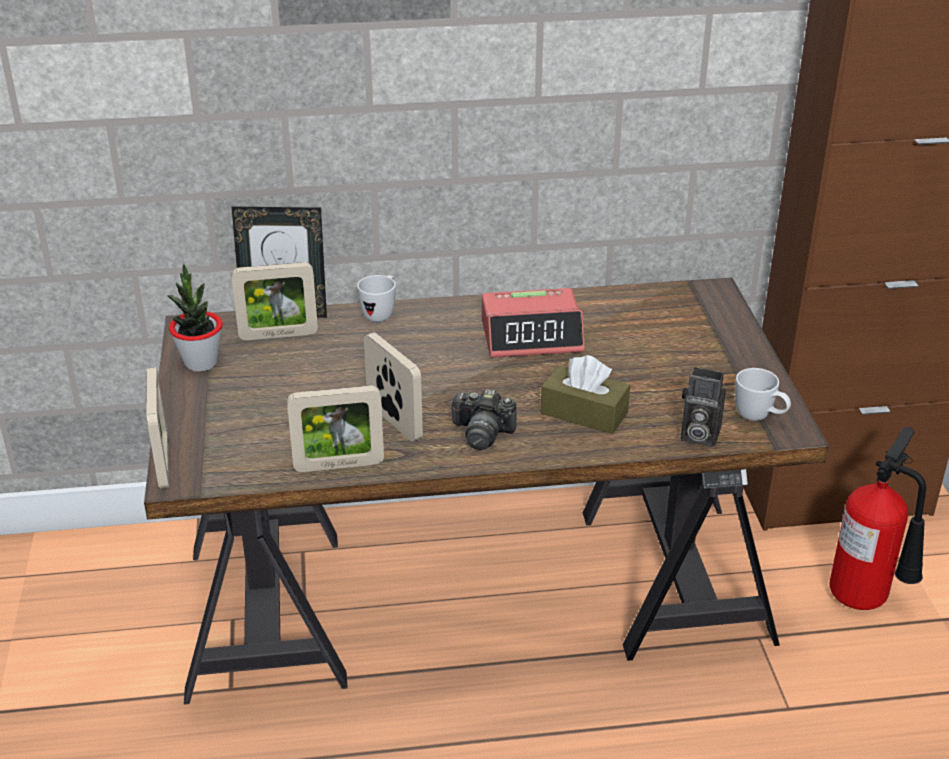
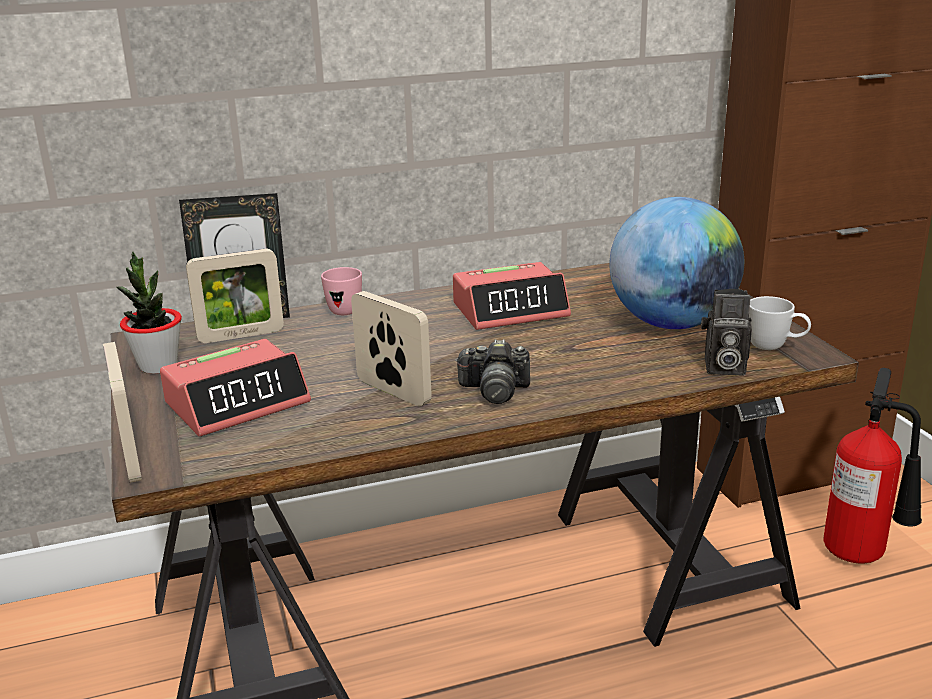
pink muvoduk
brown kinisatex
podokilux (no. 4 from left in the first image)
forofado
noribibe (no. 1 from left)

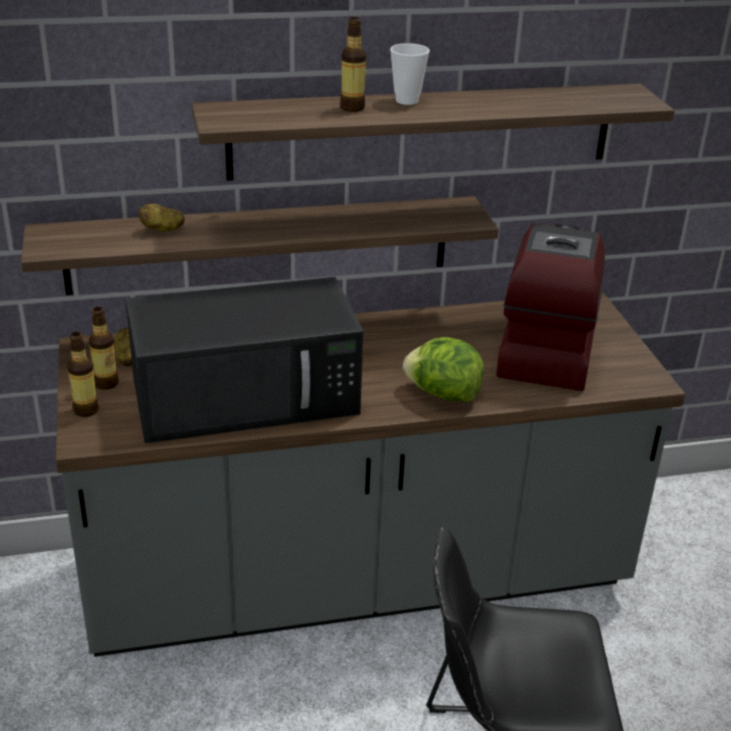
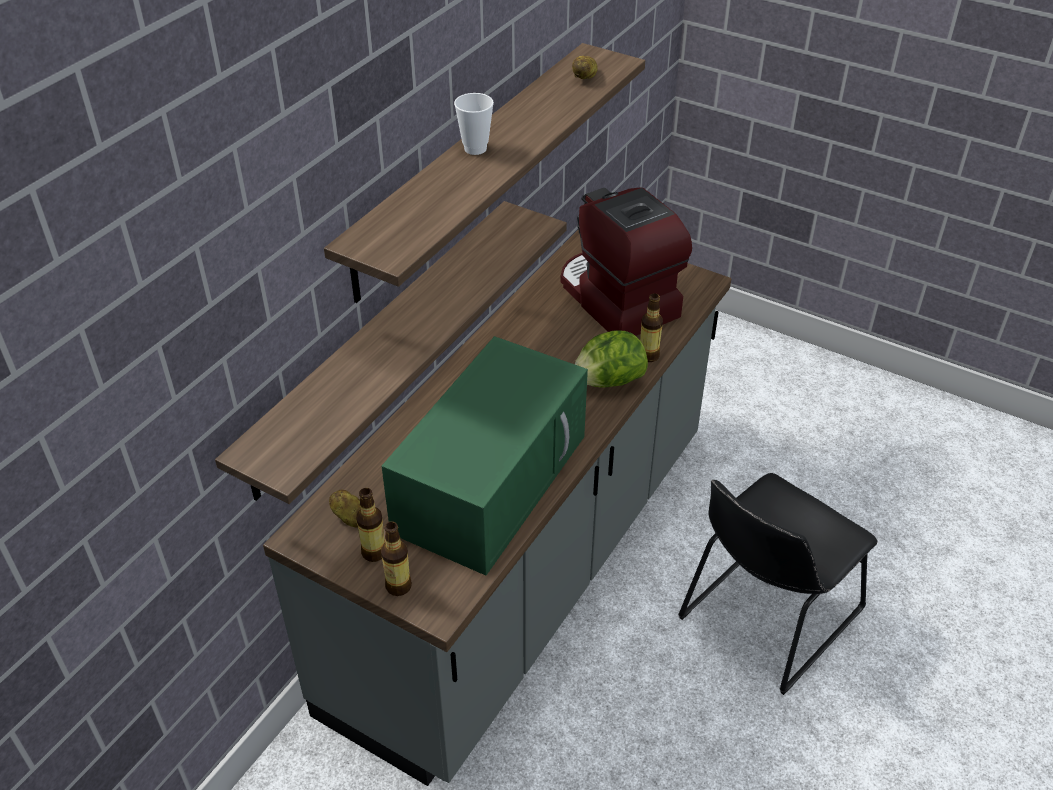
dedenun (no. 3 from left)
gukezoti (no. 2 from left)
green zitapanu

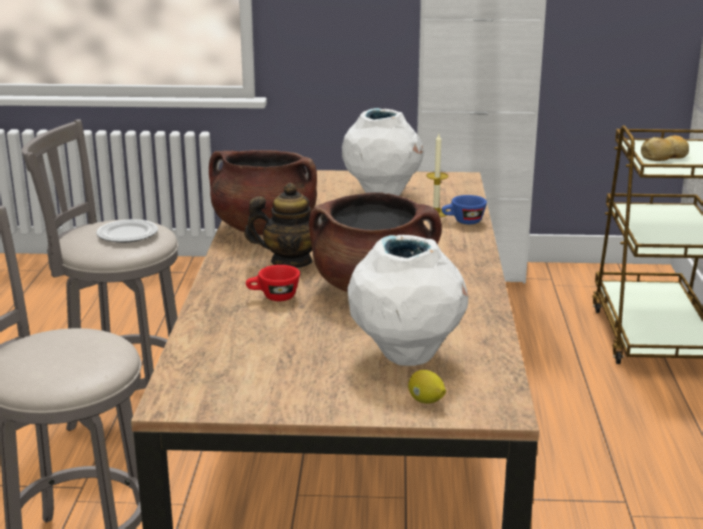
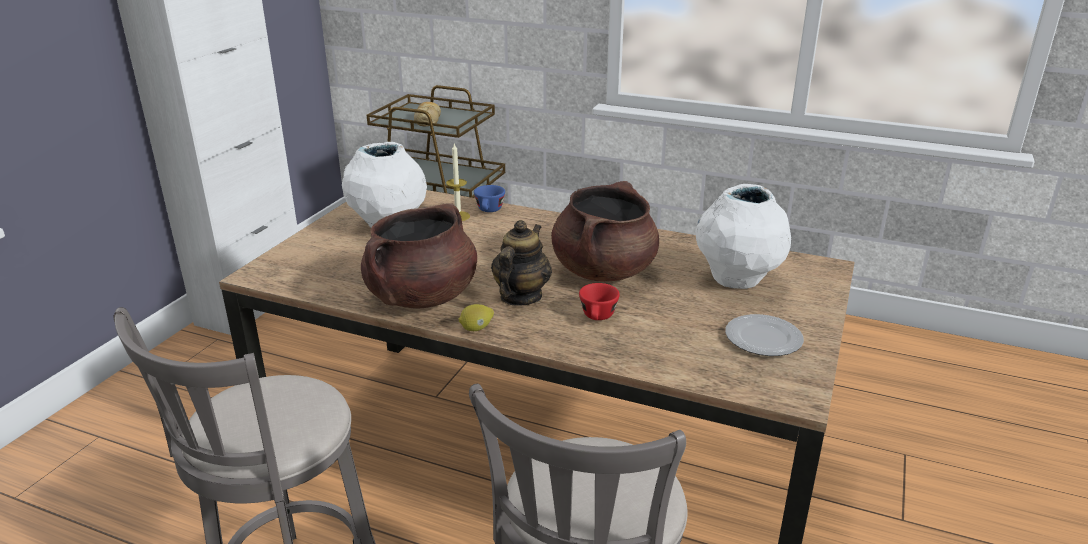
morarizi
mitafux

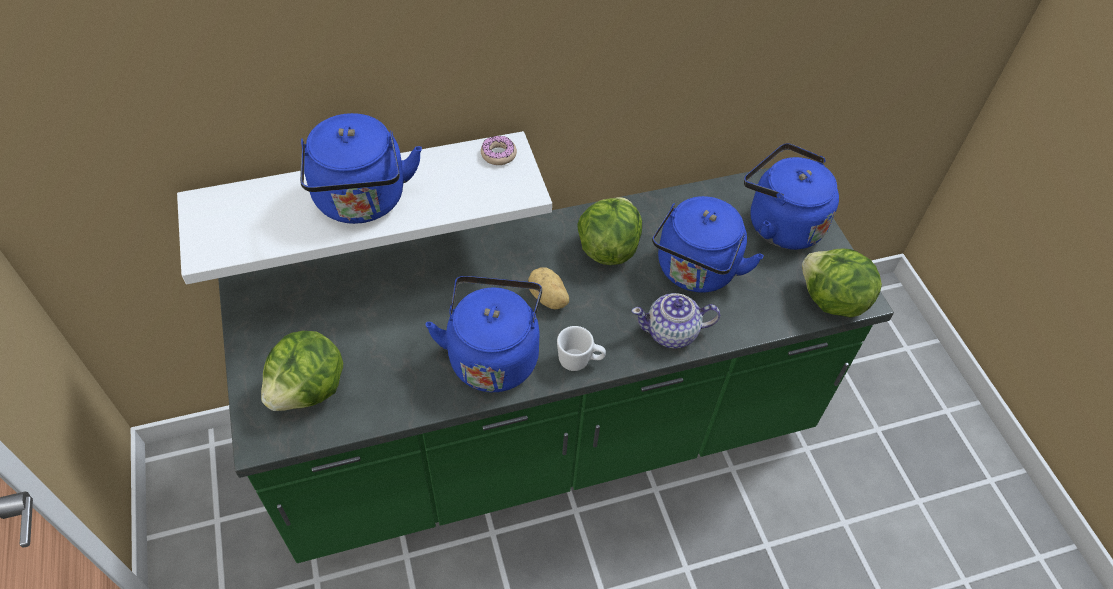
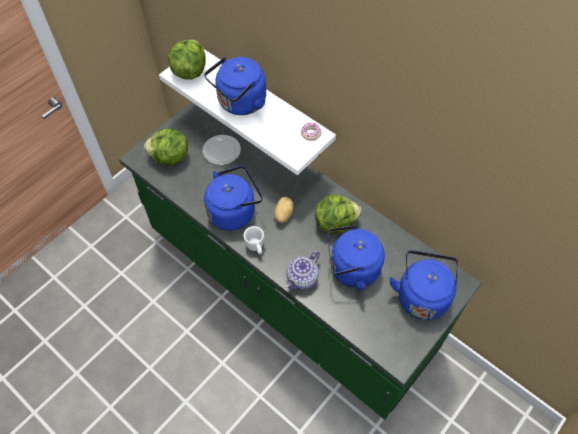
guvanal (no. 2 from left)
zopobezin
morarizi

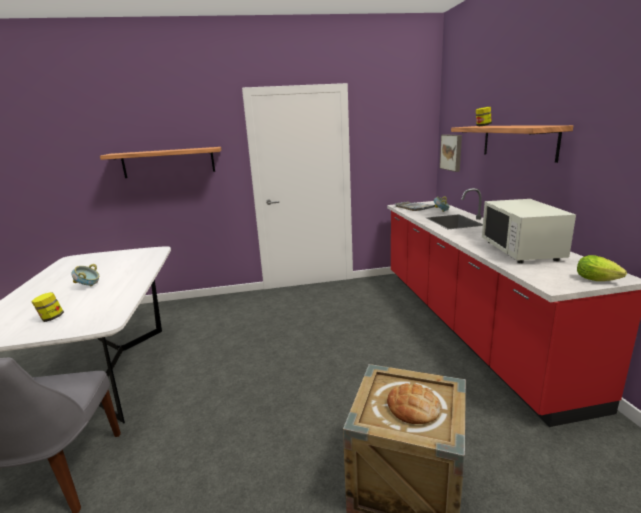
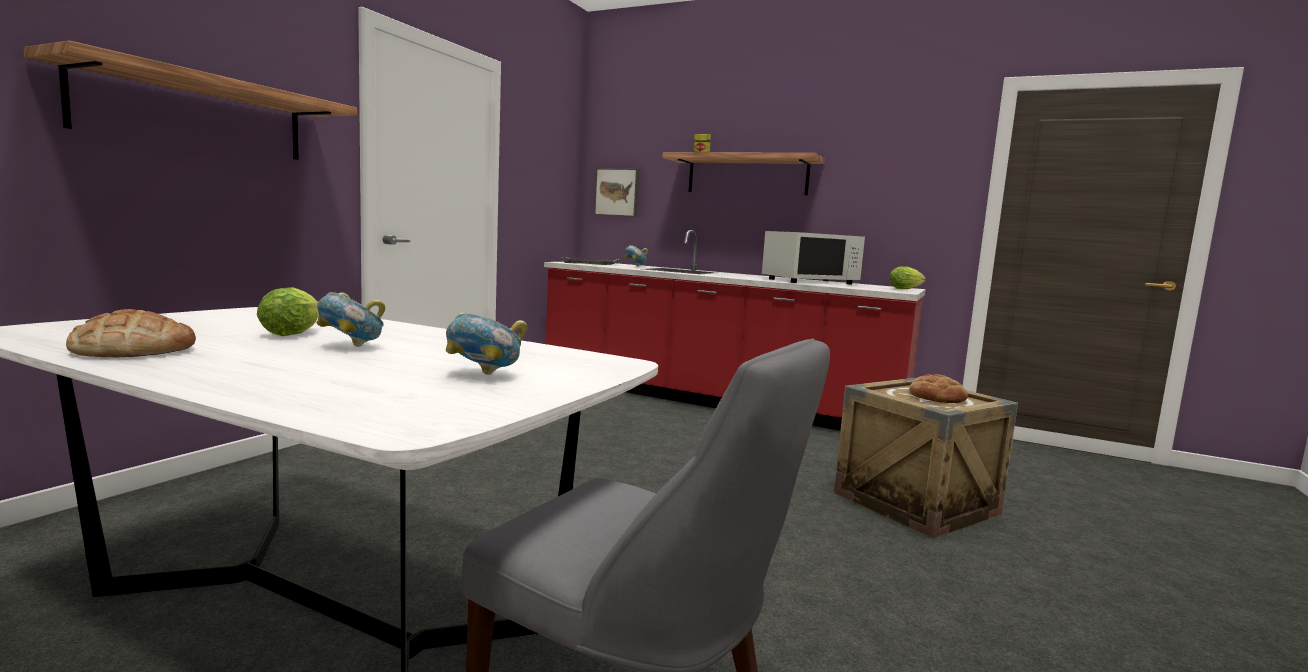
white zitapanu
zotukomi (no. 2 from left)
guvanal (no. 1 from left)
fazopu (no. 1 from left)

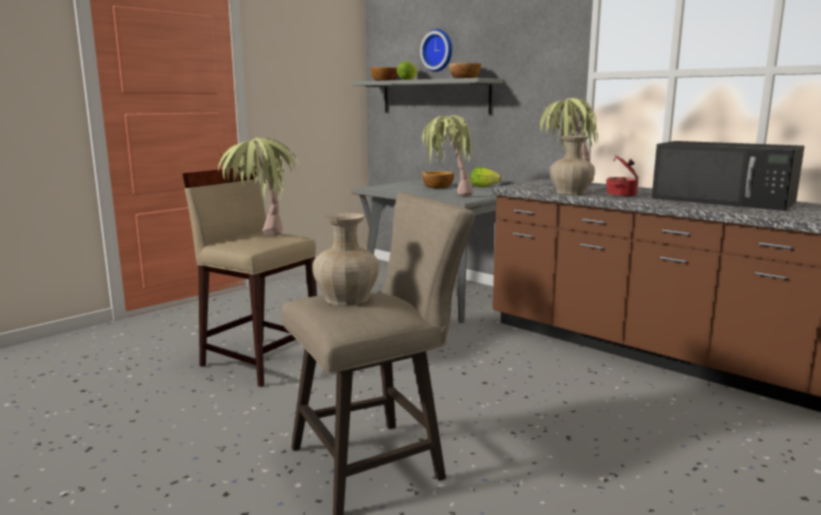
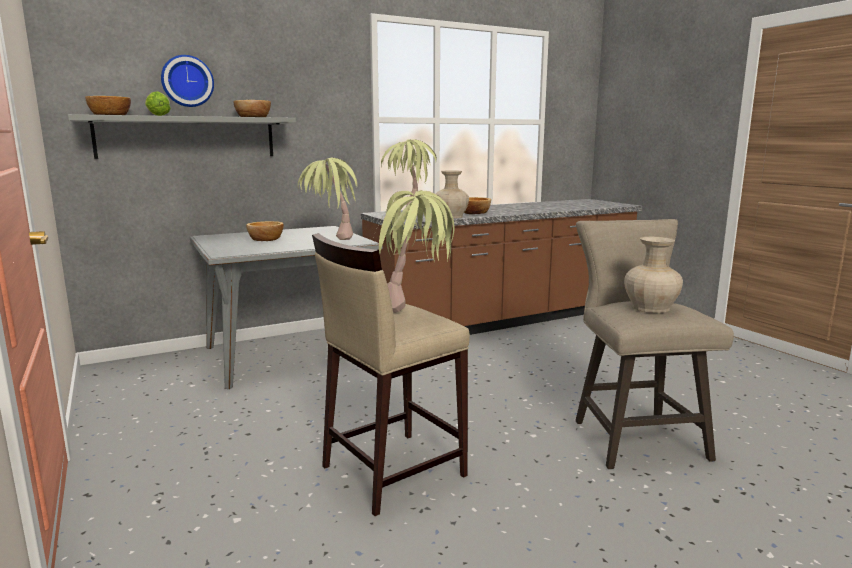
black zitapanu
zotukomi (no. 4 from left)
guvanal (no. 2 from left in the first image)

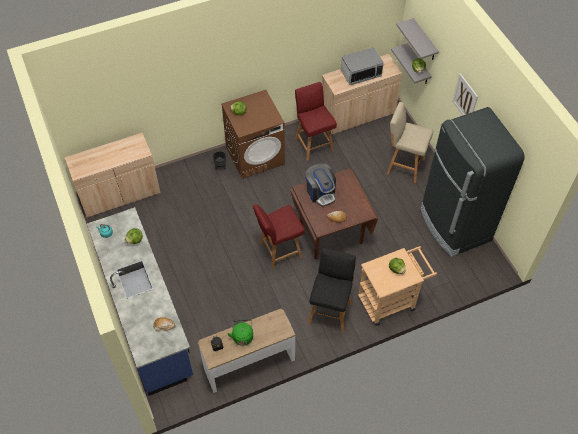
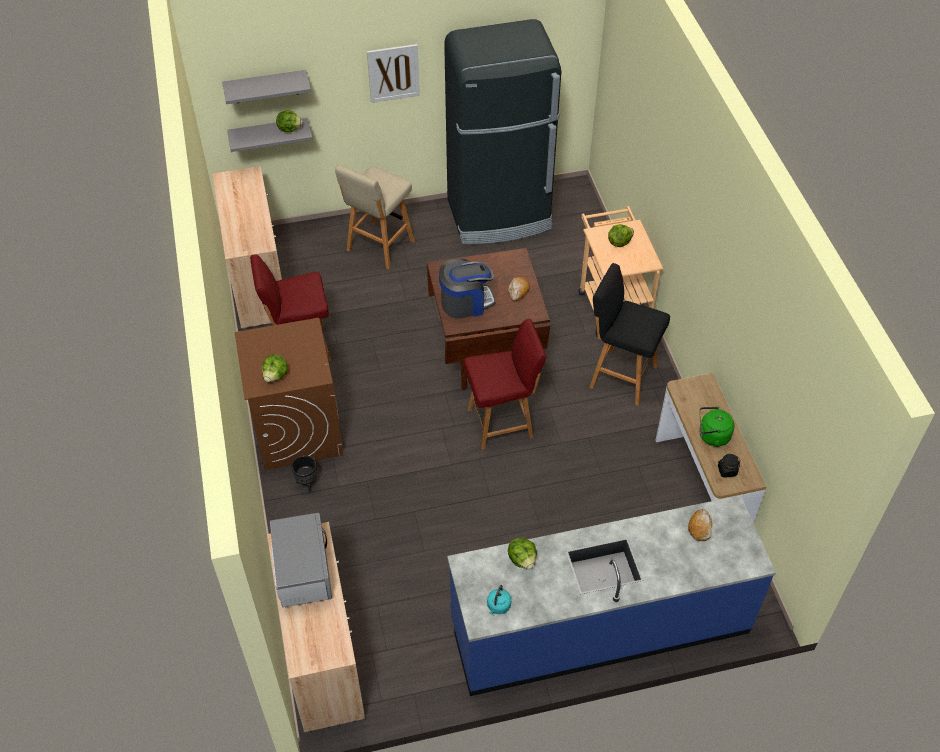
zitapanu
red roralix (no. 2 from left)

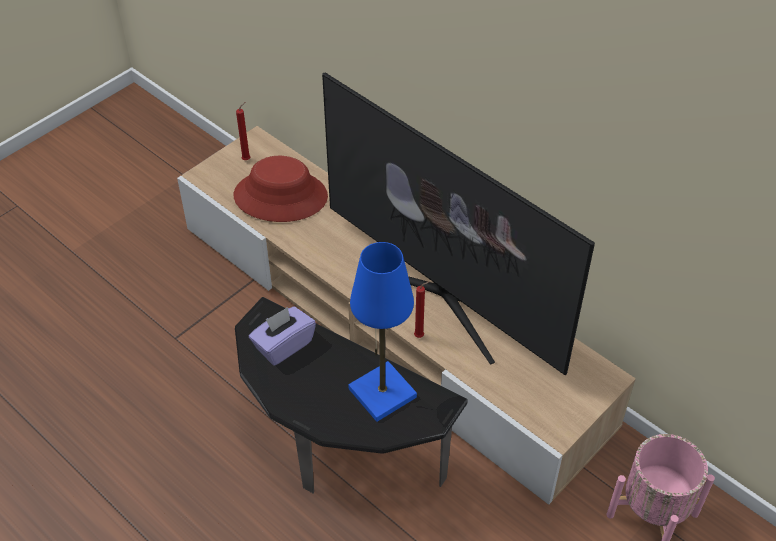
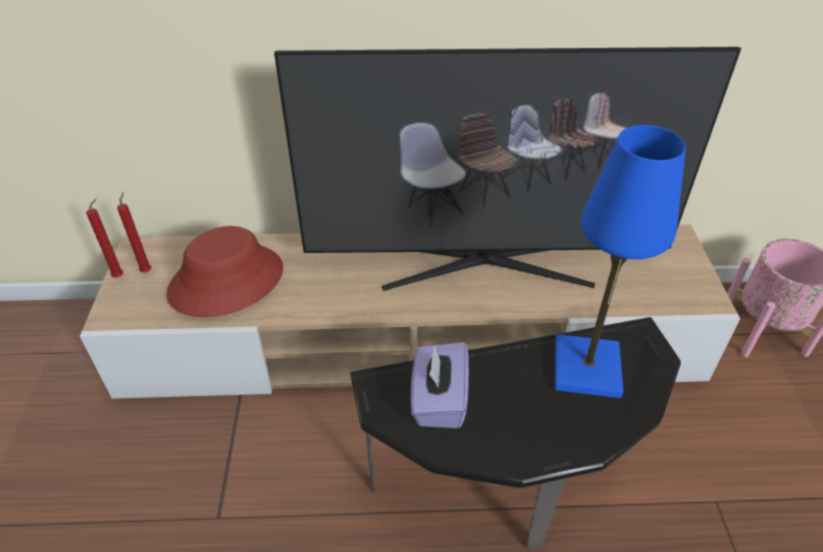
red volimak (no. 1 from left)

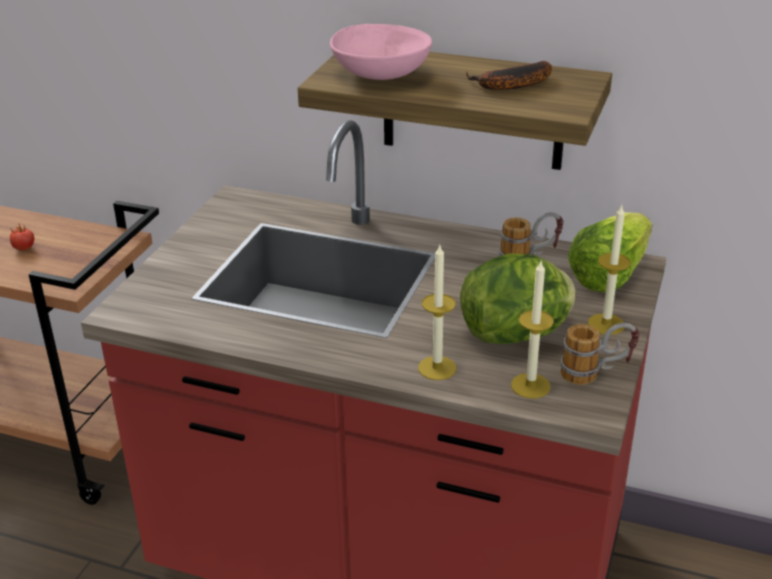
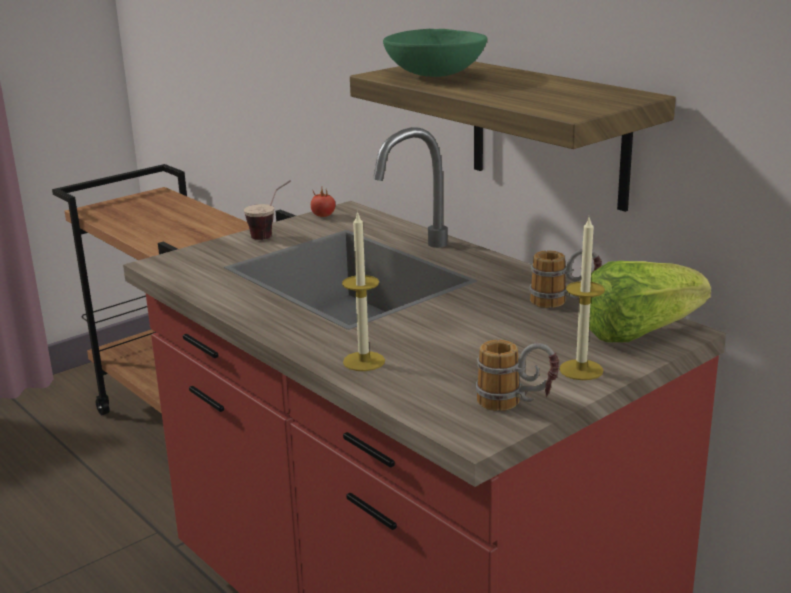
green zotukomi
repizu
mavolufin
guvanal (no. 1 from left in the first image)
volimak (no. 2 from left in the first image)
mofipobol

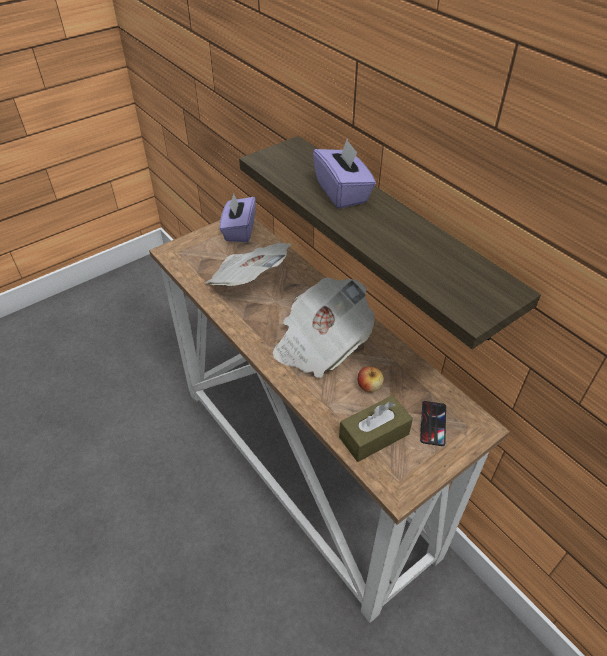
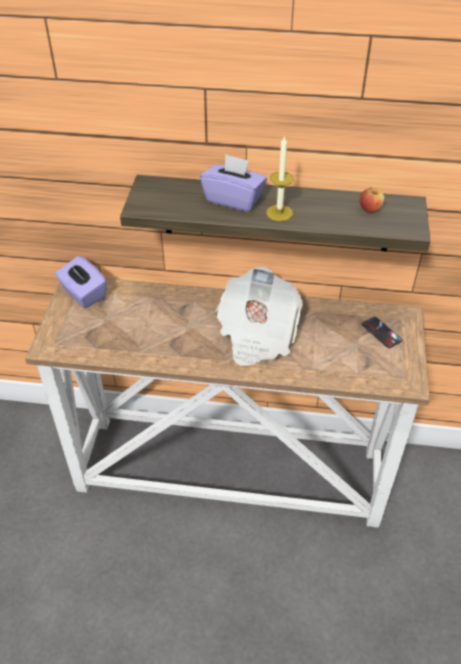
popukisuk (no. 1 from left in the first image)
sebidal
brown kinisatex
volimak

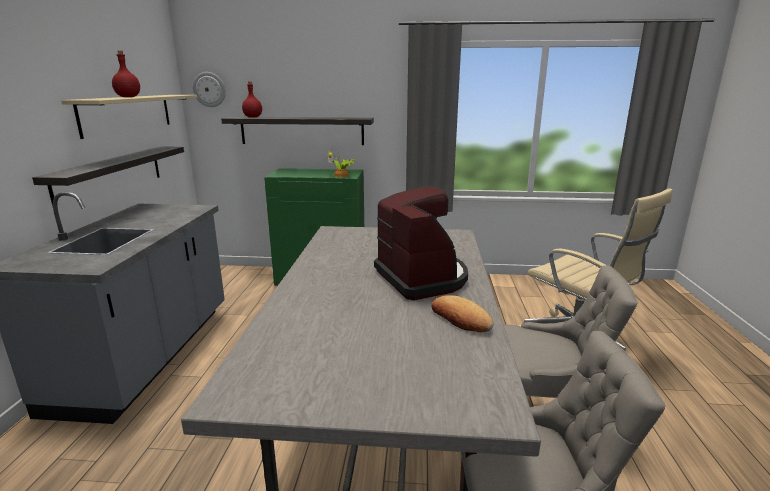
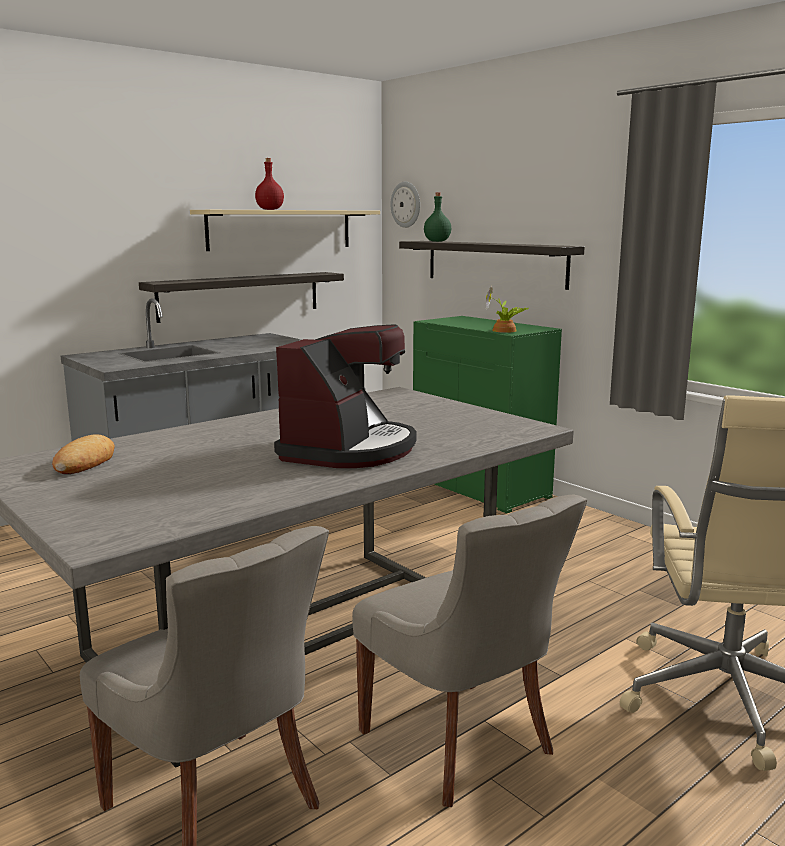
green dedenun
fazopu

